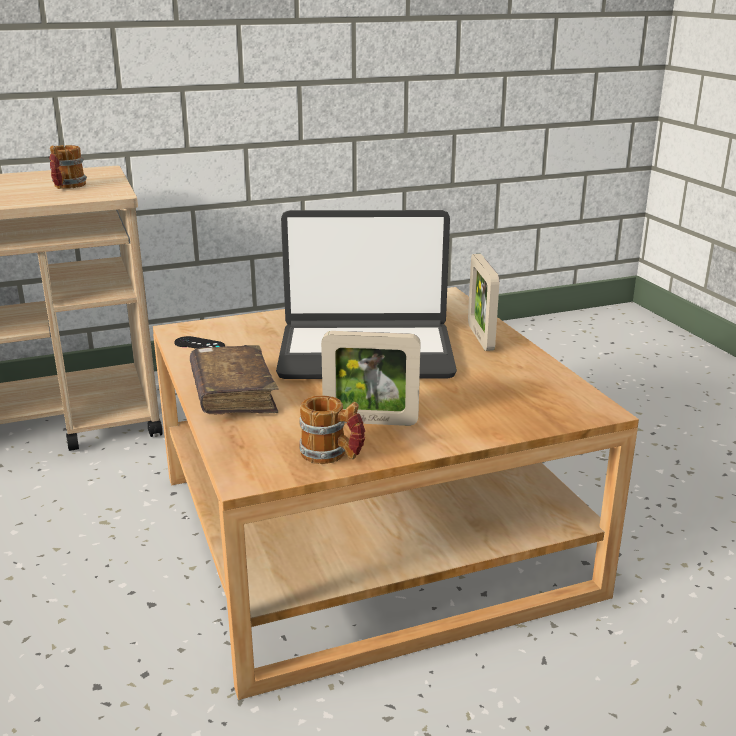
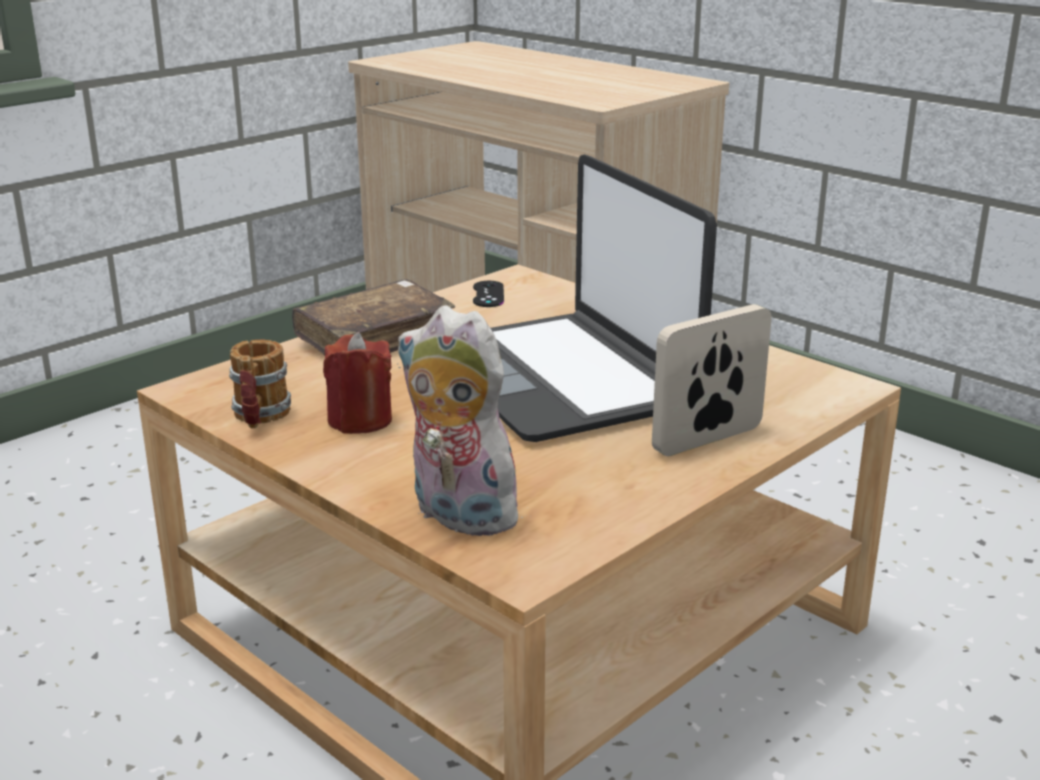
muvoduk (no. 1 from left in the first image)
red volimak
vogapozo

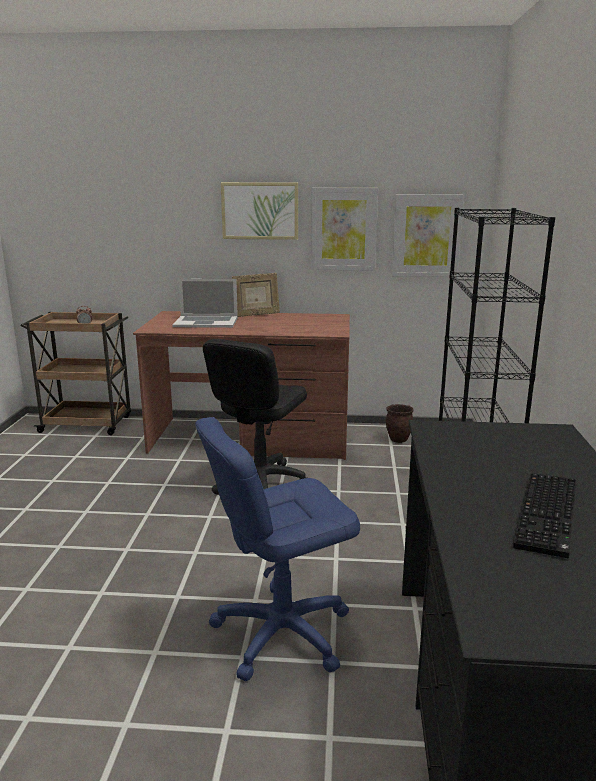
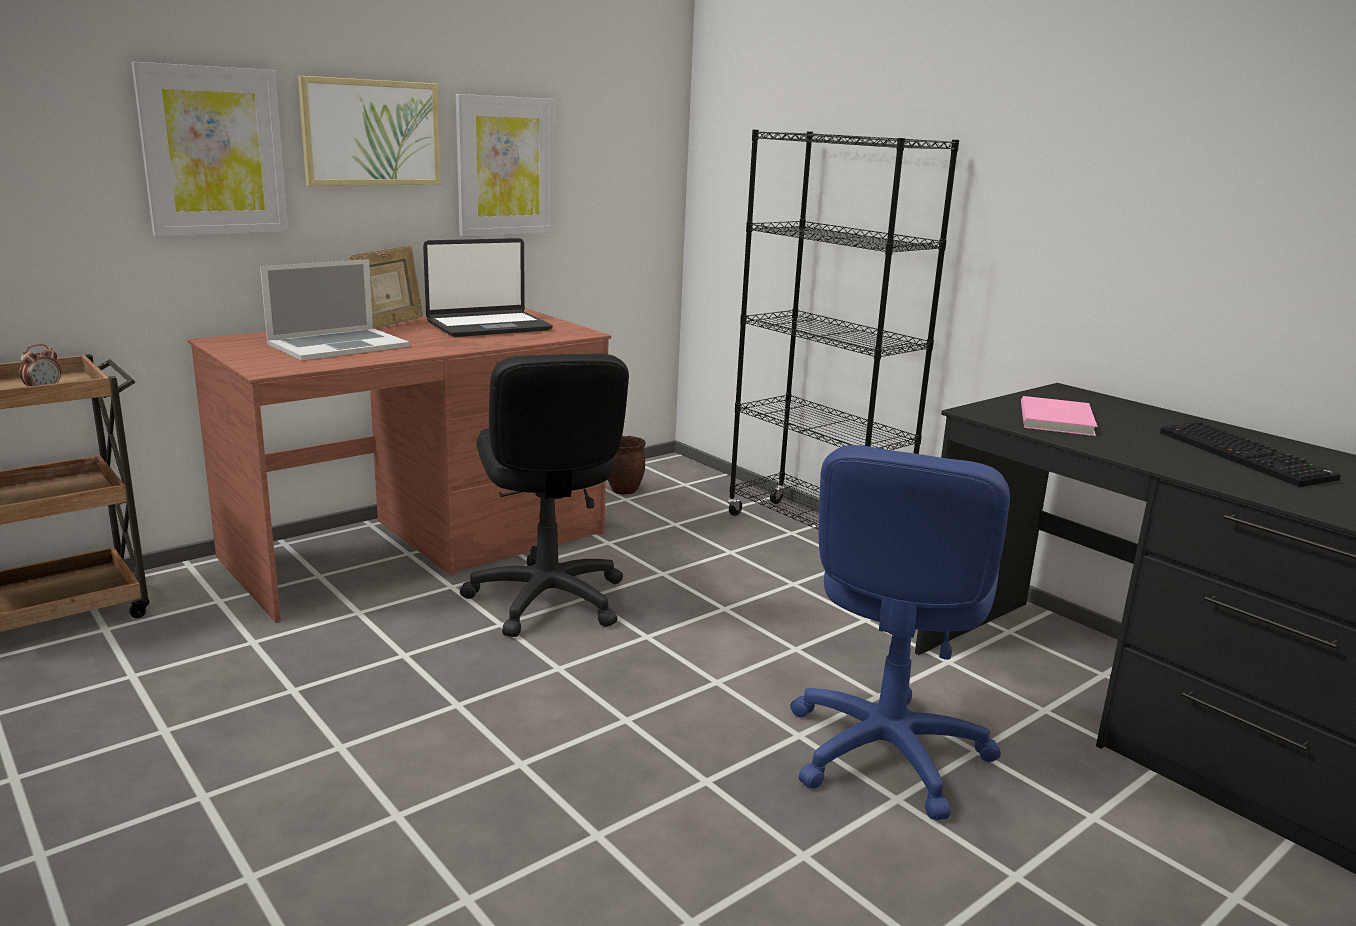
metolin (no. 1 from left)
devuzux (no. 2 from left)
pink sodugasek

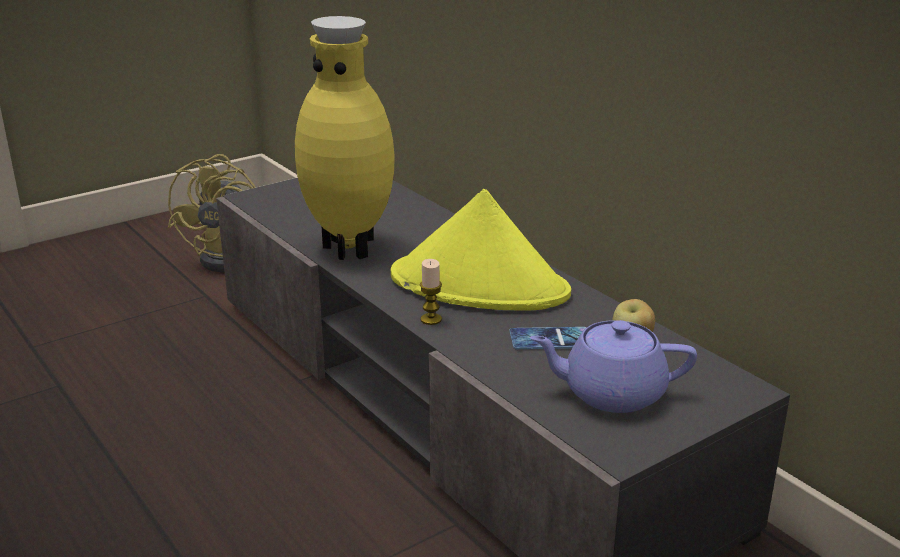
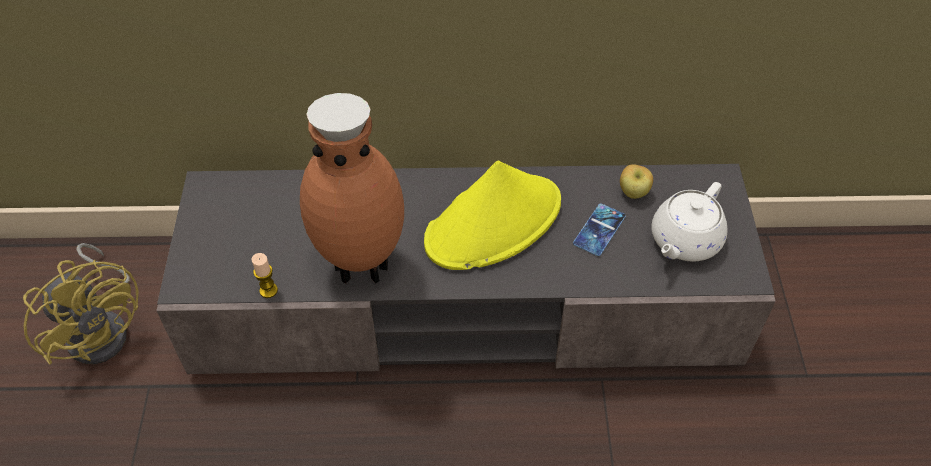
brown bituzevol
volimak
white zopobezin

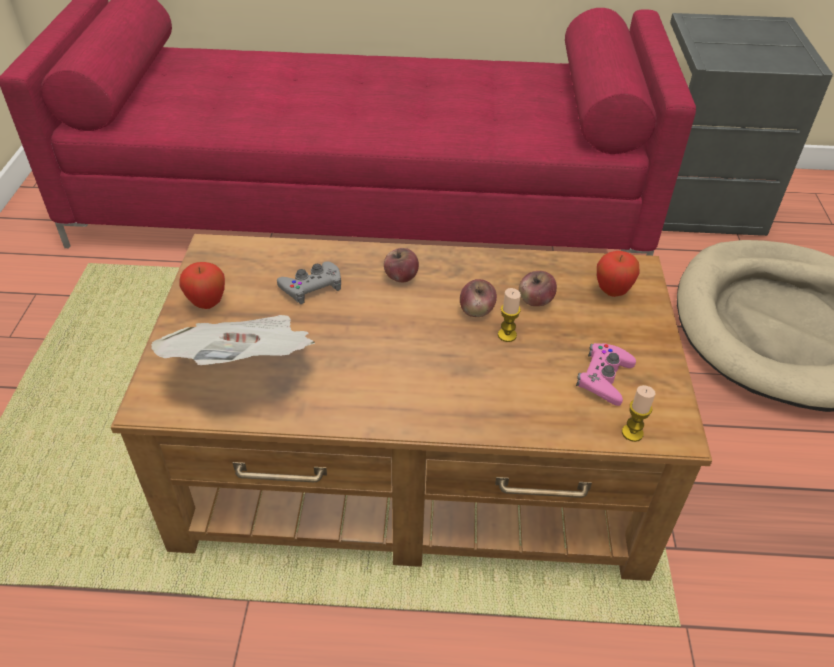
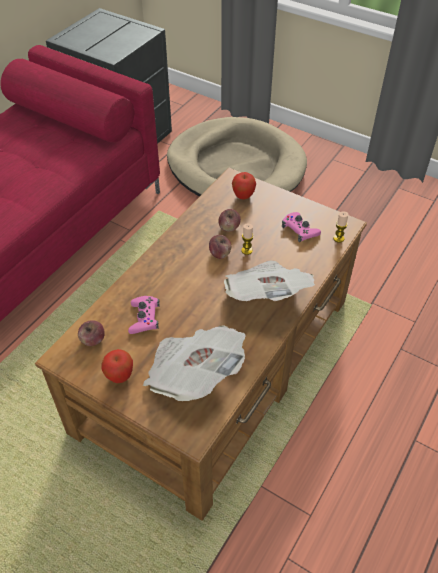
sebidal (no. 1 from left)
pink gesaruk (no. 1 from left)
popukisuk (no. 2 from left)

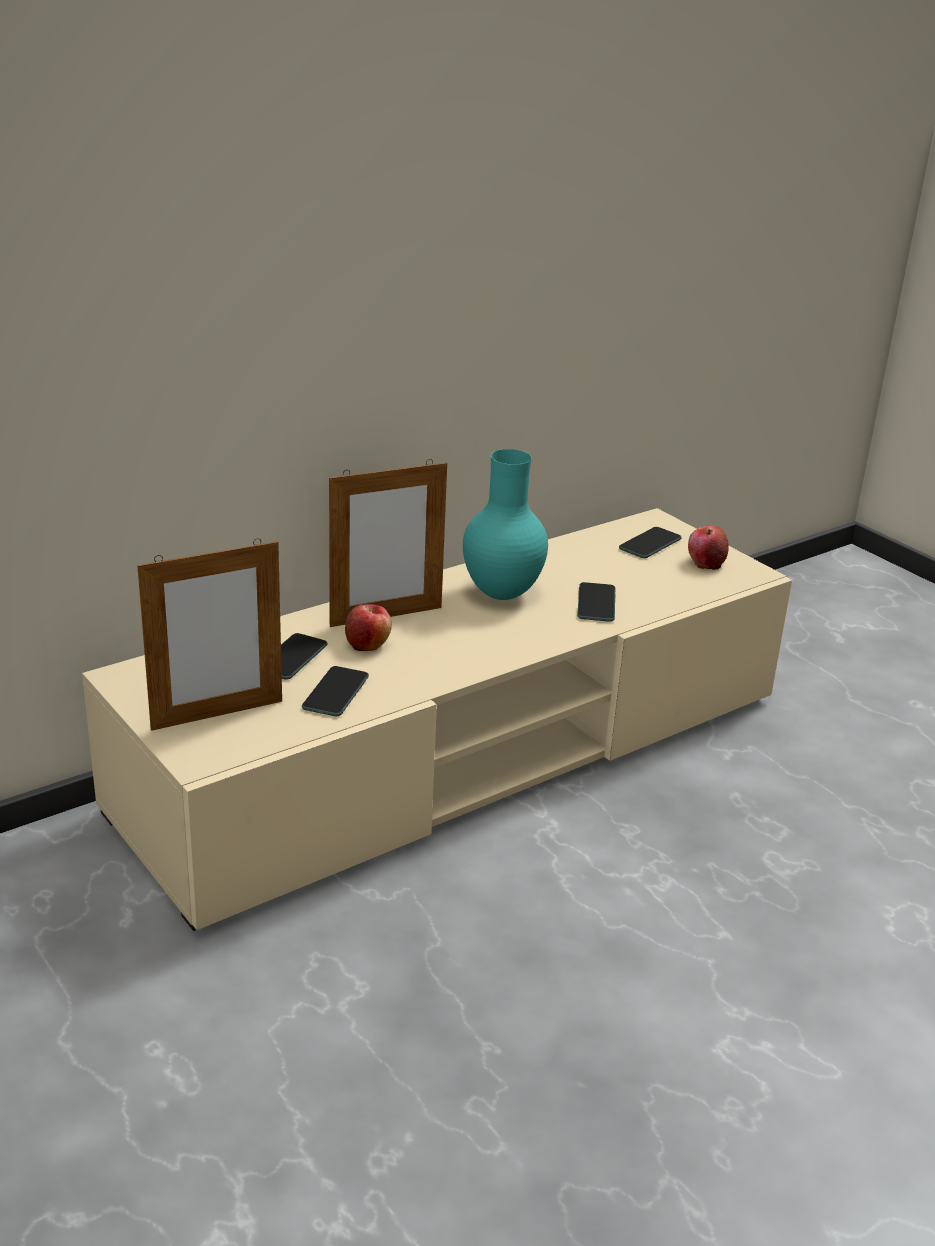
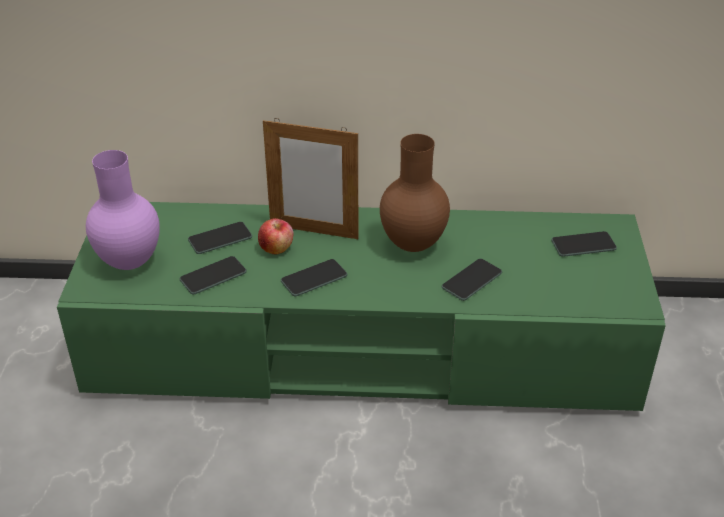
brown bituzevol
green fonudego
sebidal (no. 2 from left in the first image)
purple bituzevol
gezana (no. 3 from left)

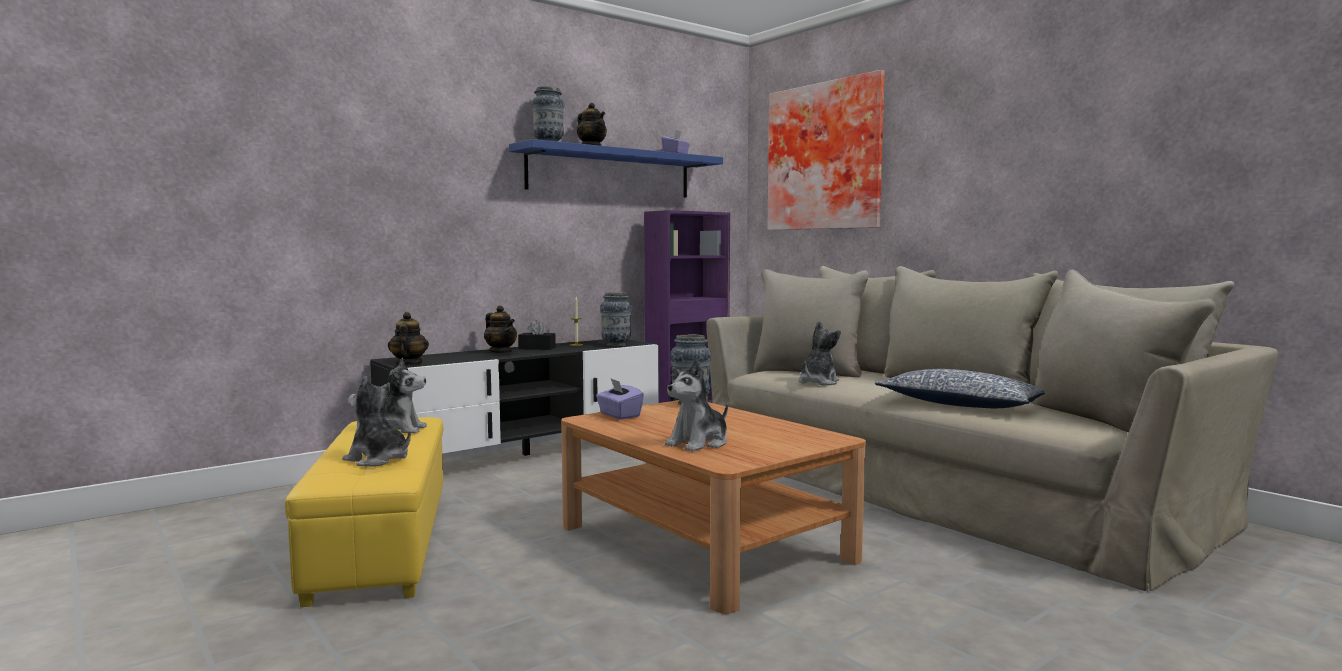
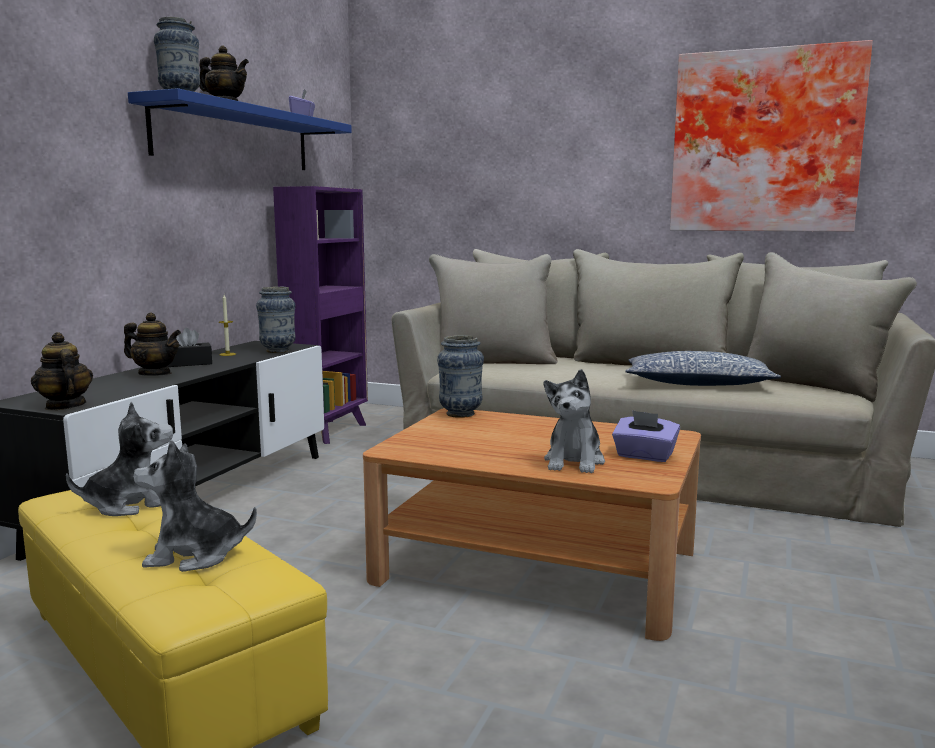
metolin
vogapozo (no. 4 from left in the first image)
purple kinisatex (no. 2 from left)

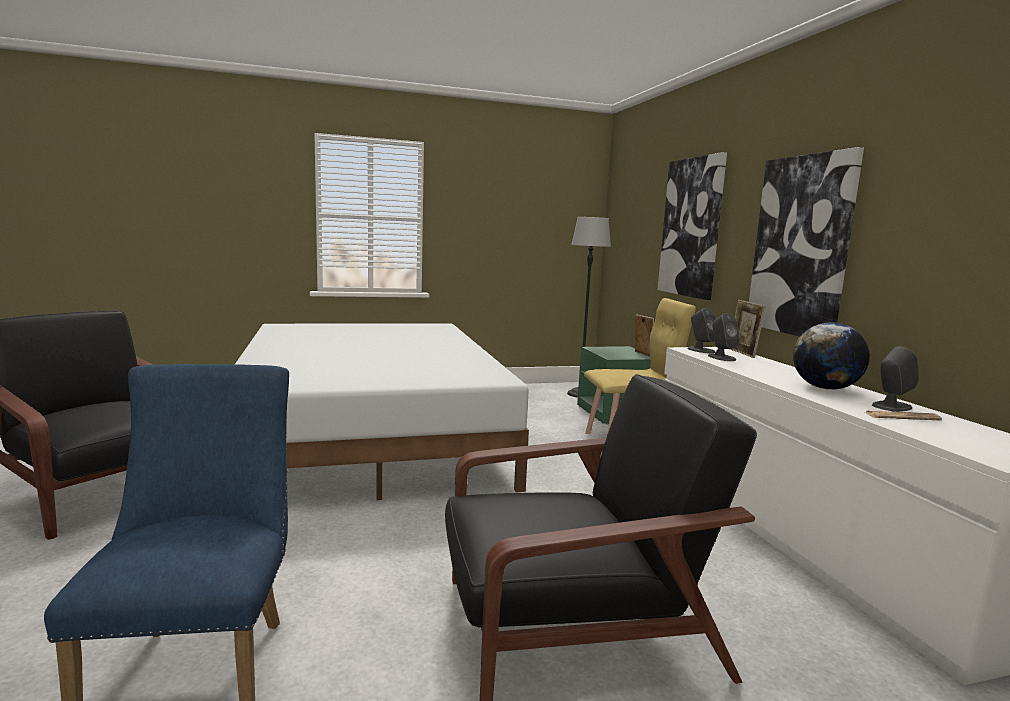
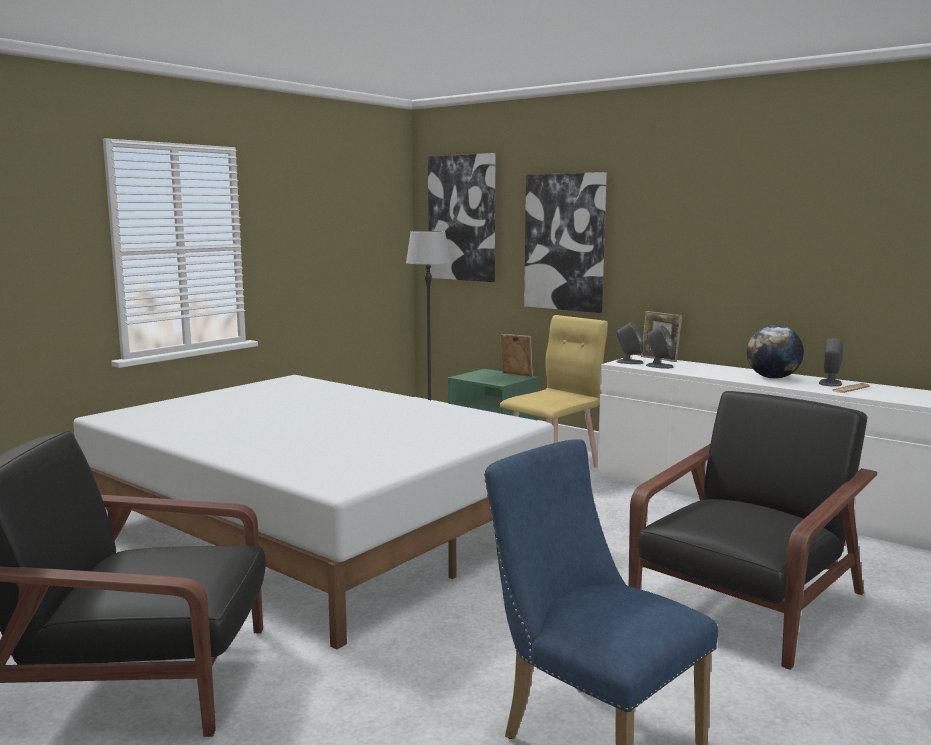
metolin (no. 1 from left)

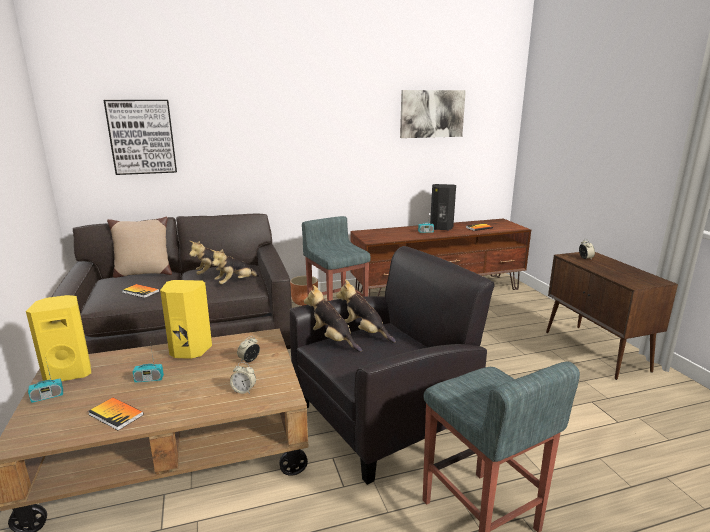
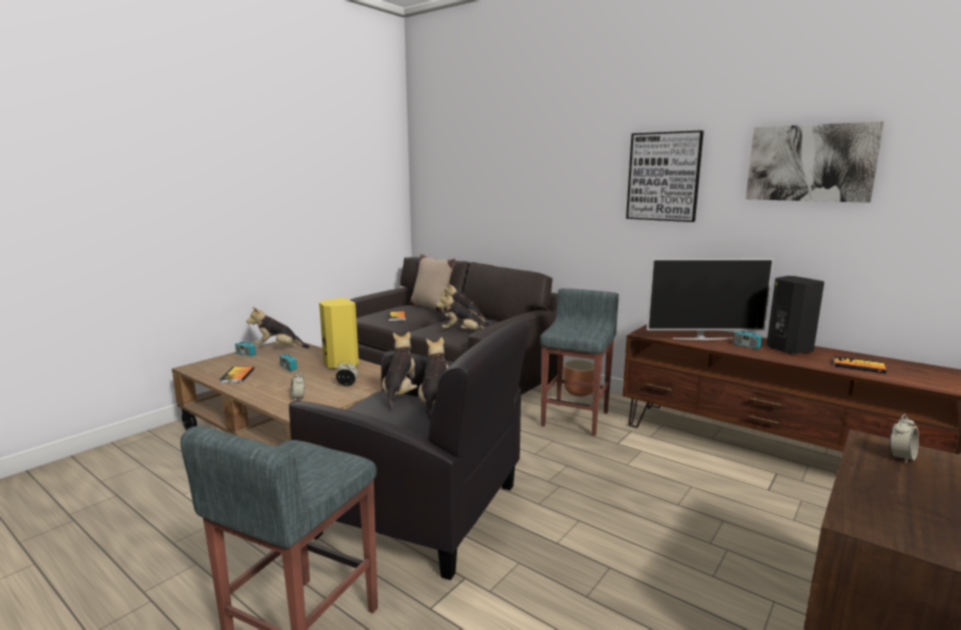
metolin (no. 1 from left)
vogapozo (no. 1 from left)
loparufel

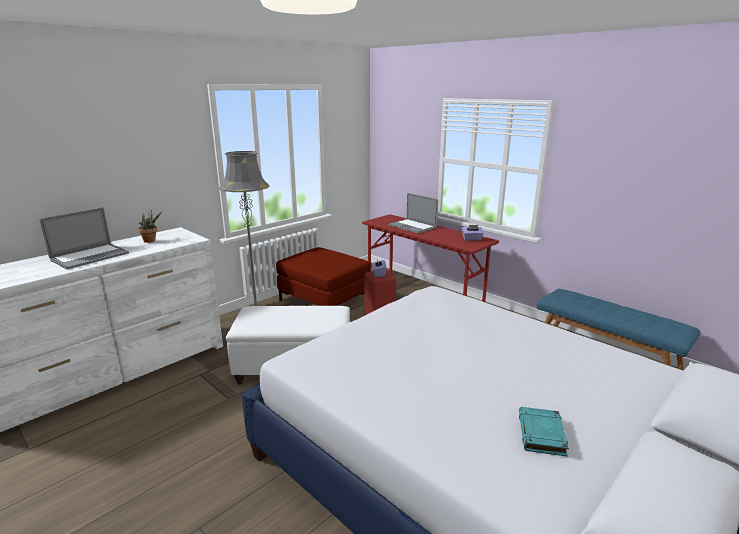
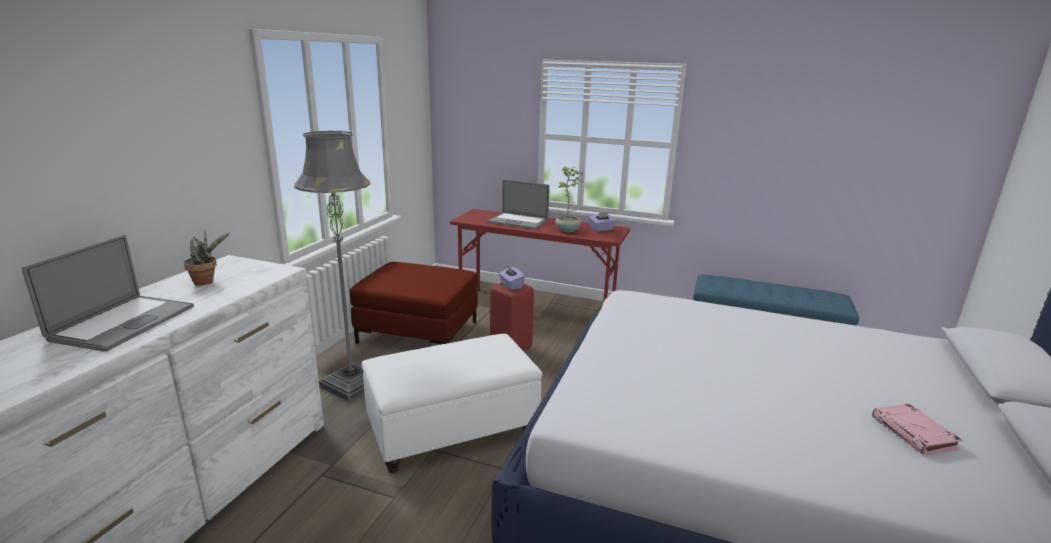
pink sodugasek
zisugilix (no. 2 from left)

